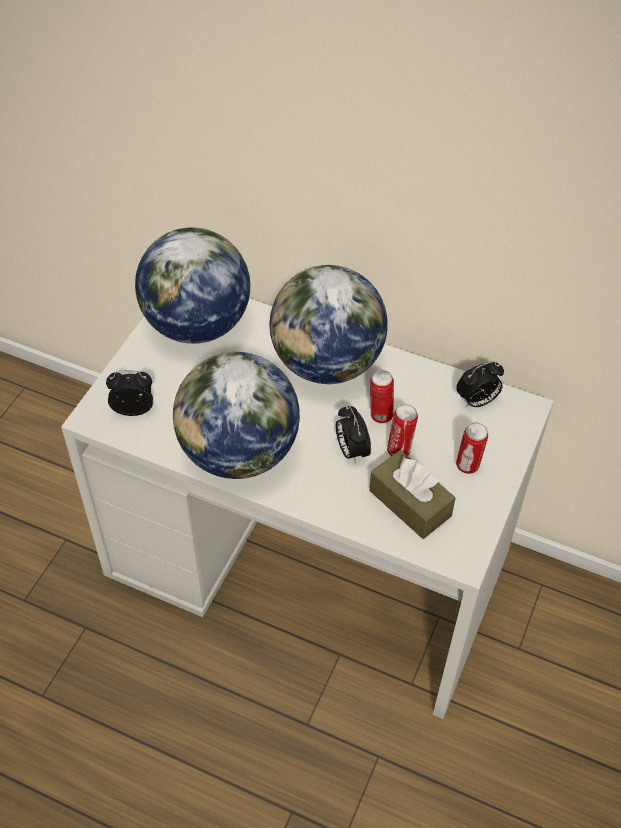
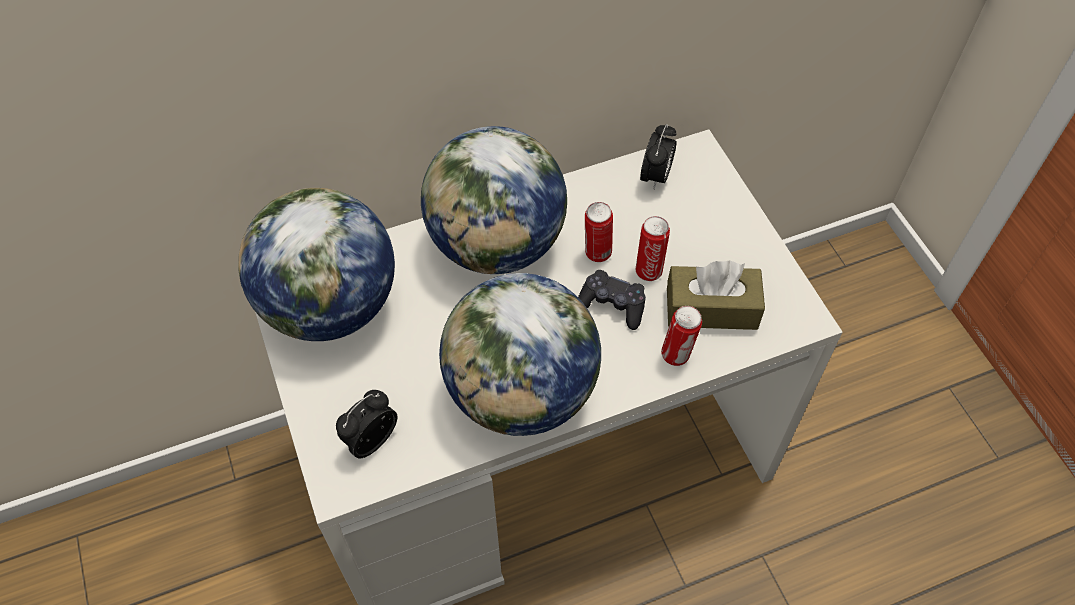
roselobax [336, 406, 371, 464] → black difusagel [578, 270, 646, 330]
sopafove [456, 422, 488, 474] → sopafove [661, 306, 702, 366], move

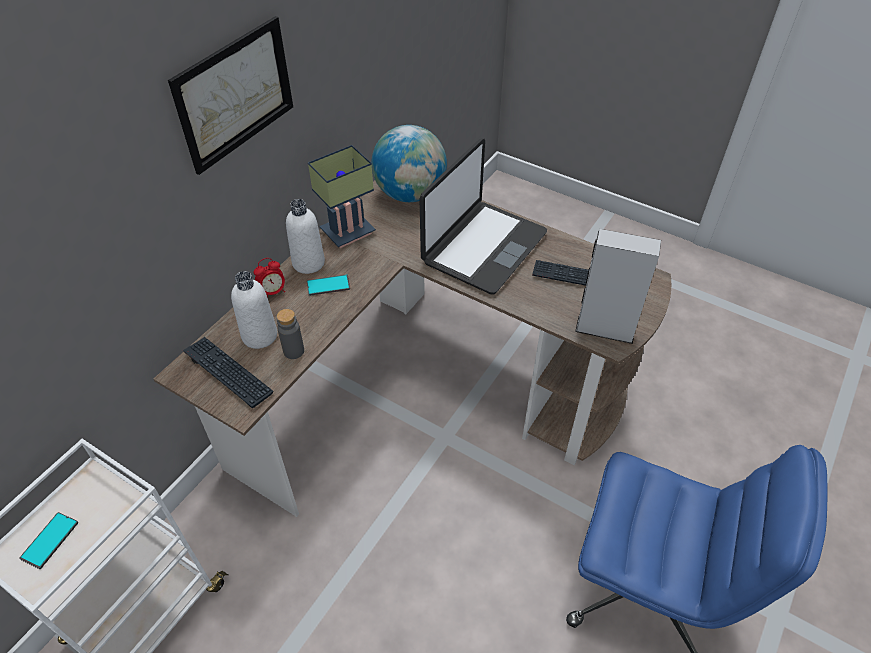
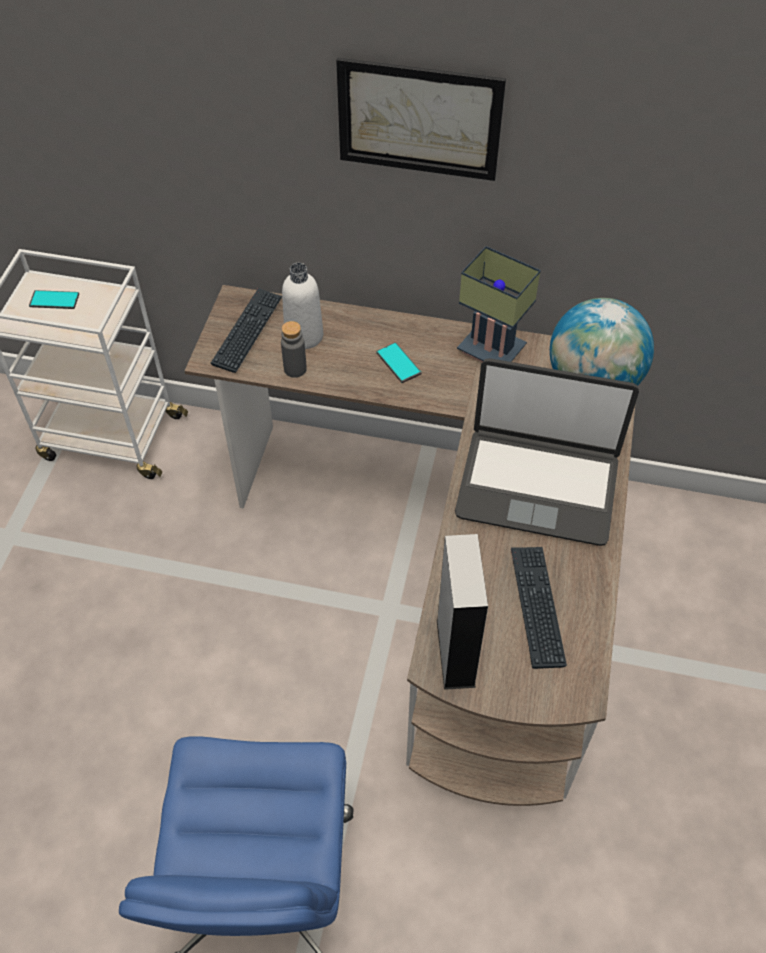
roselobax [254, 258, 285, 297] → -
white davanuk [286, 199, 325, 274] → -

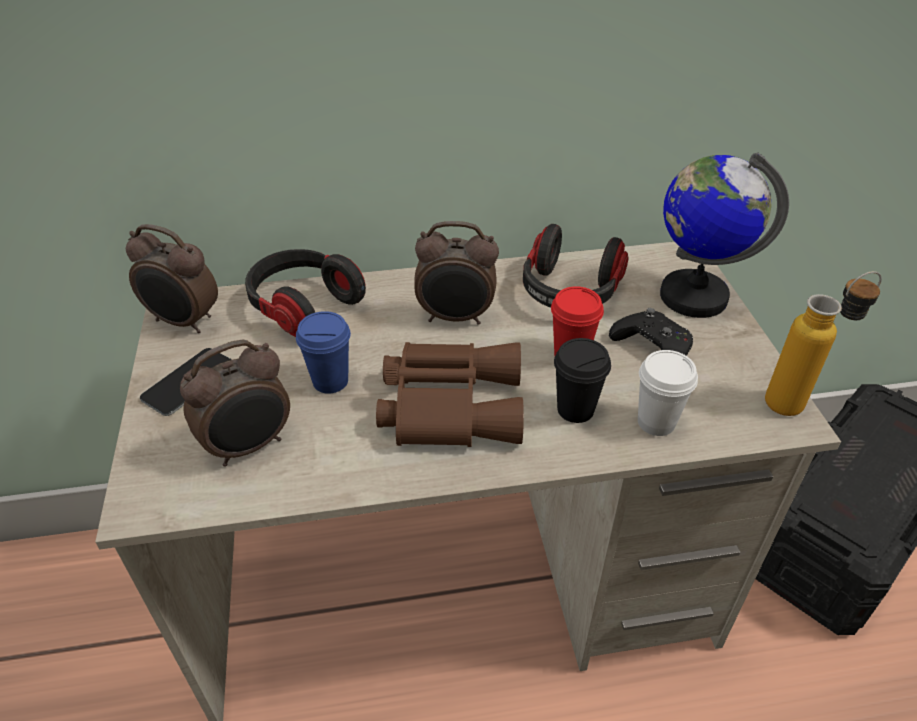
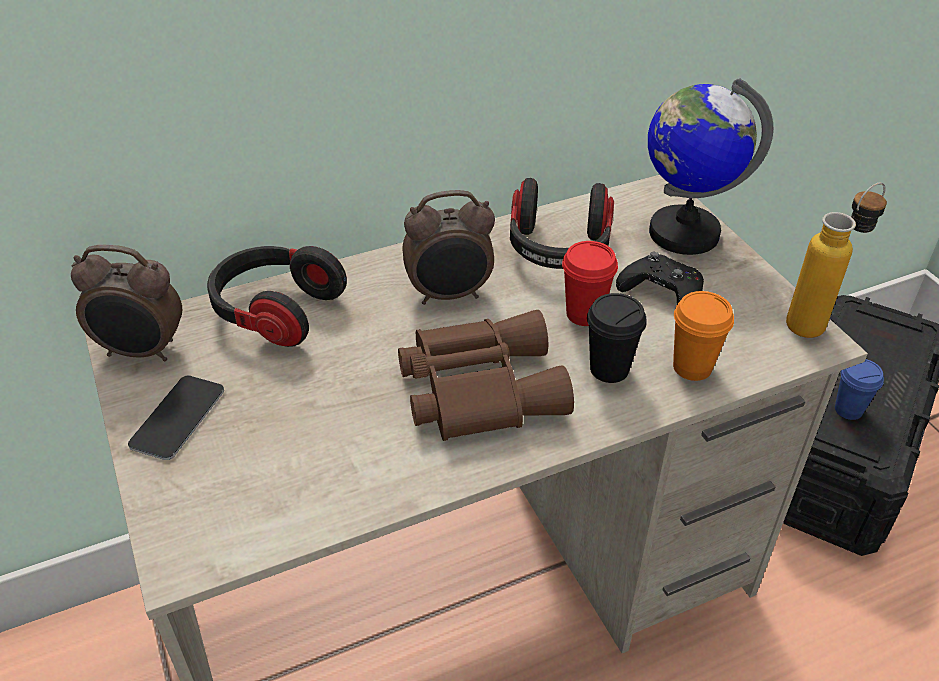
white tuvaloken [638, 350, 698, 436] → orange tuvaloken [673, 291, 734, 381]
blue tuvaloken [296, 311, 351, 394] → blue tuvaloken [835, 359, 884, 420], move
roselobax [180, 339, 290, 467] → -

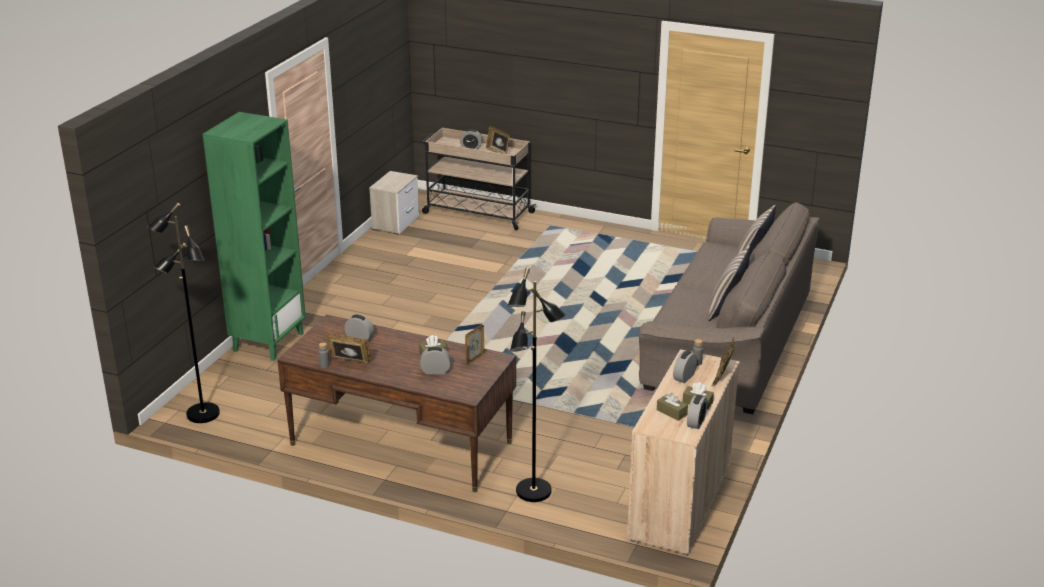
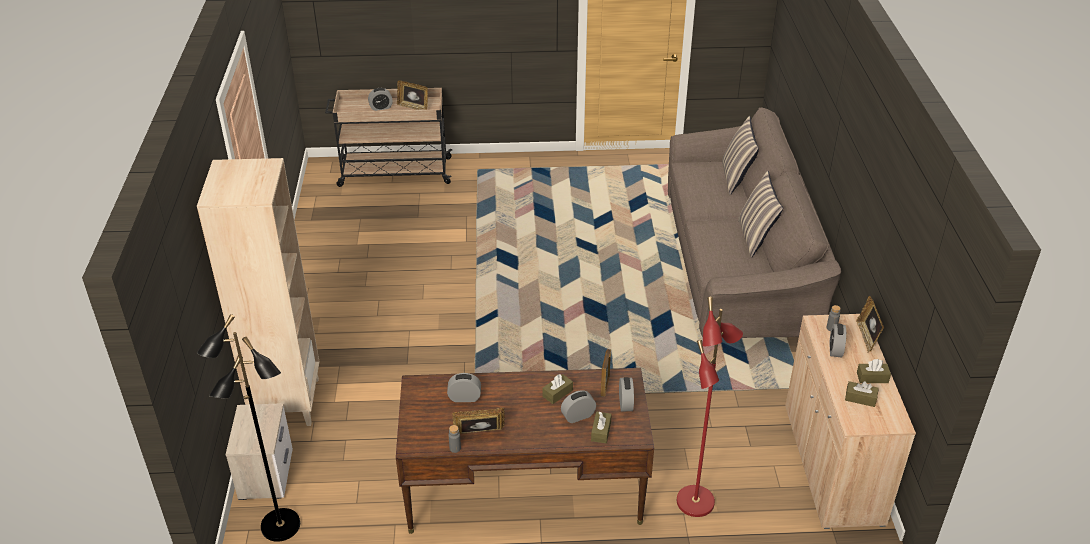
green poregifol [202, 112, 306, 361] → beige poregifol [197, 158, 319, 426]
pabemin [369, 171, 419, 235] → pabemin [226, 403, 293, 500], move
- → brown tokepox [591, 411, 612, 443]
roselobax [687, 395, 707, 429] → roselobax [619, 377, 634, 411], move
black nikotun [508, 268, 566, 502] → red nikotun [677, 297, 743, 517]

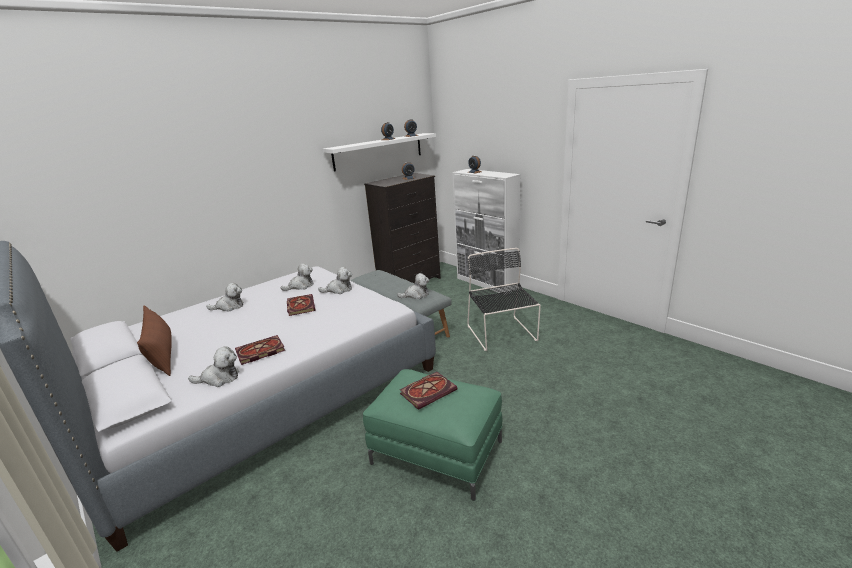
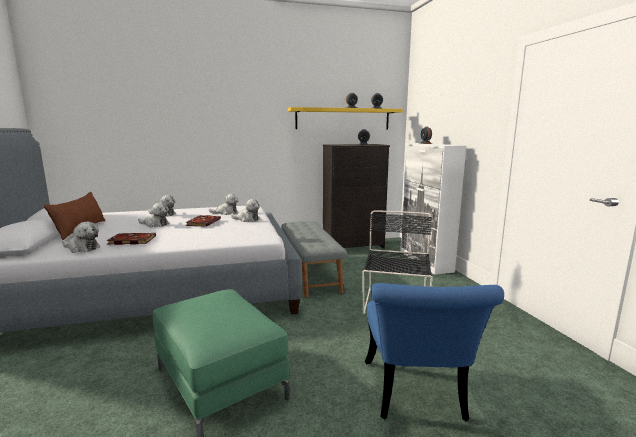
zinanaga [397, 273, 429, 299] → zinanaga [138, 203, 169, 227], move
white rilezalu [323, 133, 436, 172] → yellow rilezalu [288, 107, 403, 129]
- → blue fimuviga [365, 283, 504, 422]
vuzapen [400, 372, 457, 410] → -

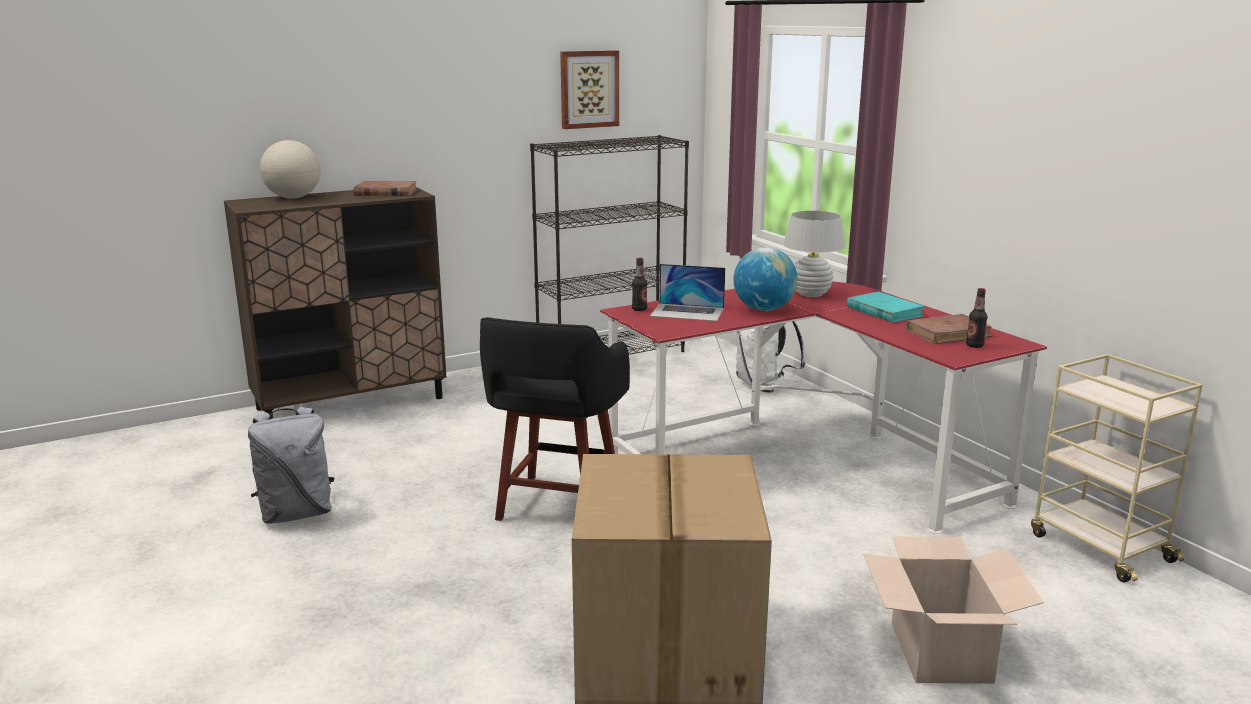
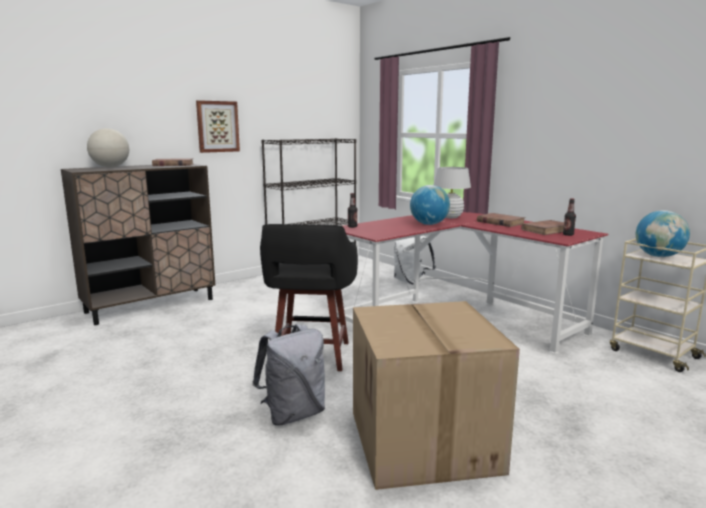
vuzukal [560, 50, 619, 129] → vuzukal [196, 100, 240, 153], move
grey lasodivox [248, 407, 335, 524] → grey lasodivox [252, 324, 325, 426], move
turquoise vuzapen [847, 292, 925, 323] → brown vuzapen [477, 213, 525, 227]
- → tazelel [636, 210, 690, 257]
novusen [650, 264, 725, 321] → -
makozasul [863, 536, 1044, 684] → -

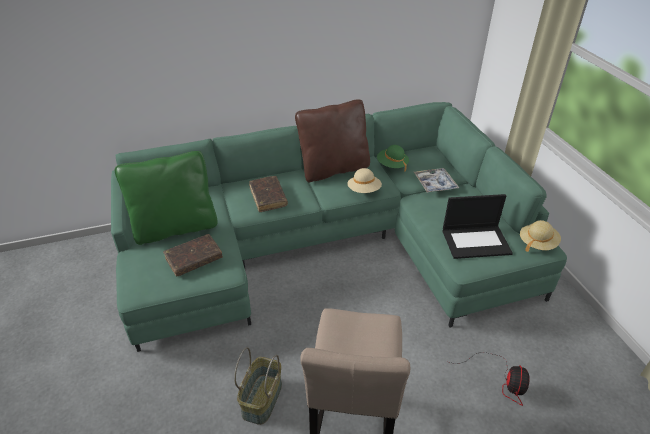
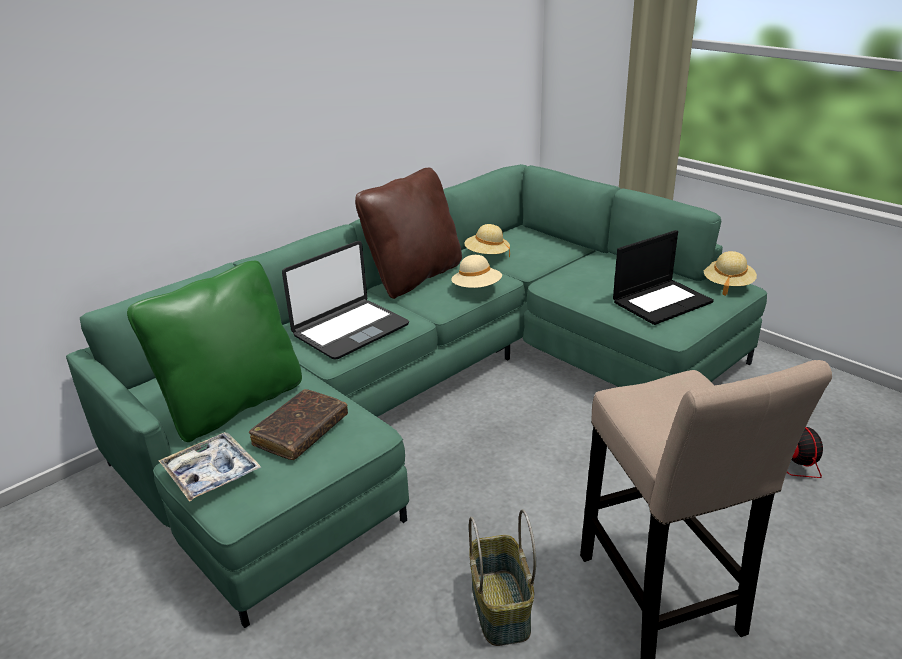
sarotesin [414, 168, 459, 193] → sarotesin [158, 432, 261, 502], move
brown vuzapen [249, 176, 288, 212] → novusen [282, 241, 409, 359]
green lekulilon [377, 145, 409, 171] → beige lekulilon [464, 224, 510, 257]

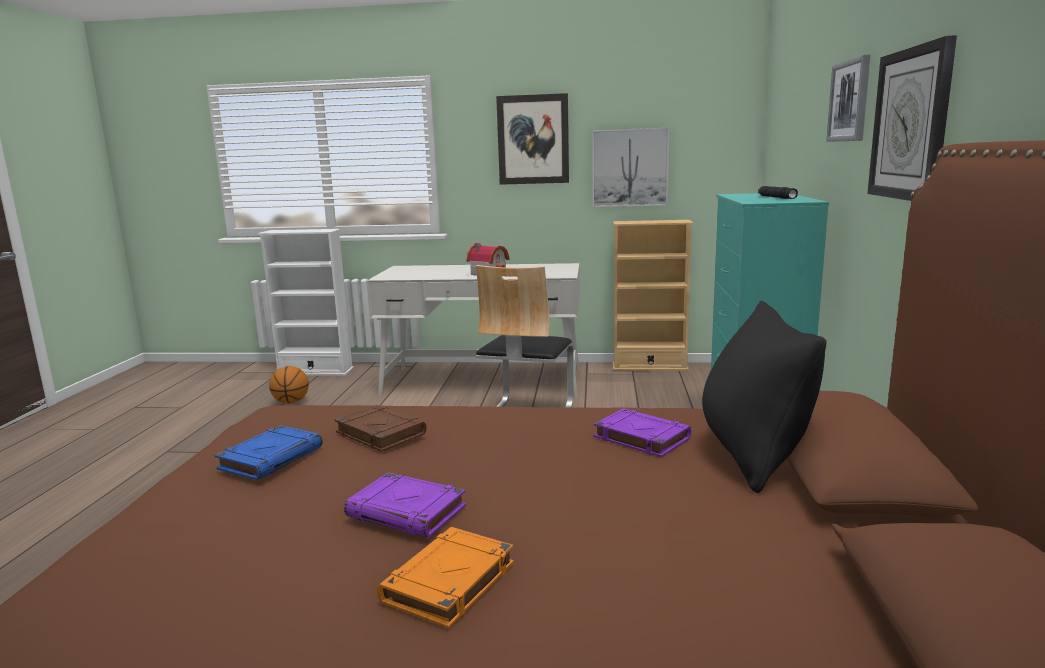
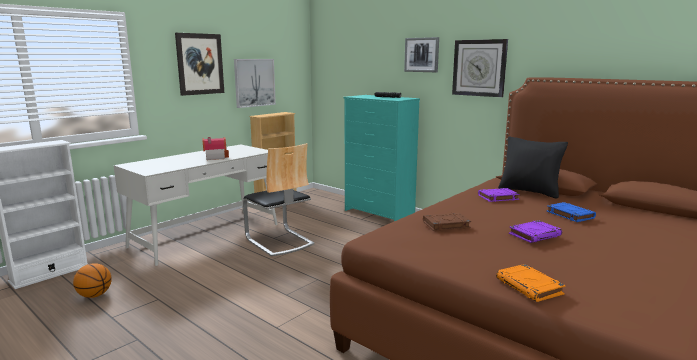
orange vuzapen [377, 527, 514, 629] → orange vuzapen [496, 264, 566, 302], move
blue vuzapen [214, 425, 323, 480] → blue vuzapen [547, 202, 596, 222], move

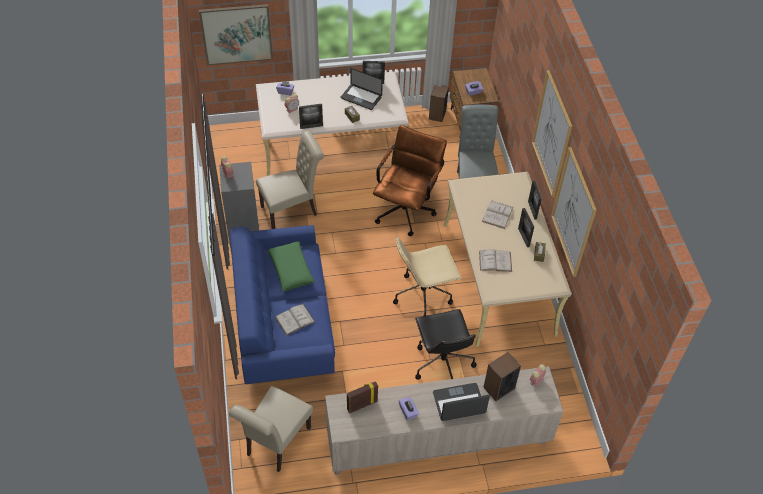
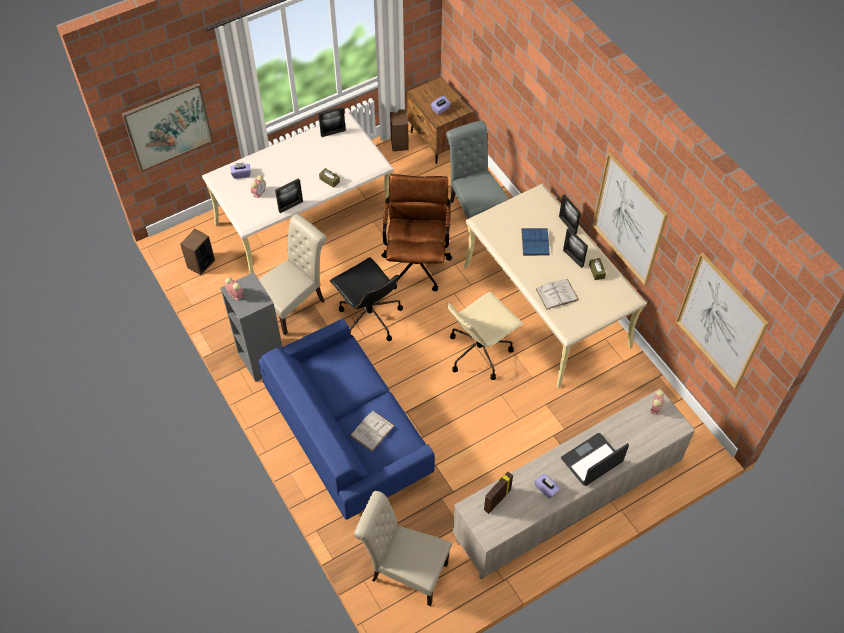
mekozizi [483, 352, 521, 401] → mekozizi [180, 229, 215, 275], move
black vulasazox [415, 309, 477, 380] → black vulasazox [330, 257, 403, 341], move
beige fimuviga [229, 386, 313, 472] → beige fimuviga [354, 491, 452, 606], 105 degrees clockwise
white vuzapen [482, 200, 513, 229] → blue vuzapen [521, 228, 550, 256]
vuzukal [532, 70, 572, 197] → vuzukal [676, 253, 769, 389], move
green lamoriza [268, 241, 315, 291] → -
novusen [341, 68, 383, 110] → -

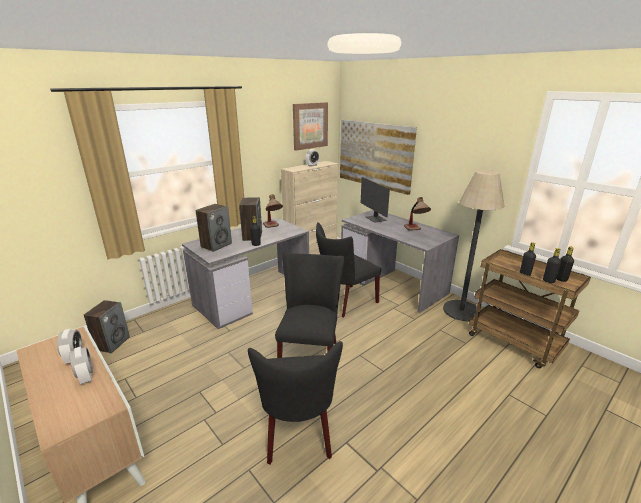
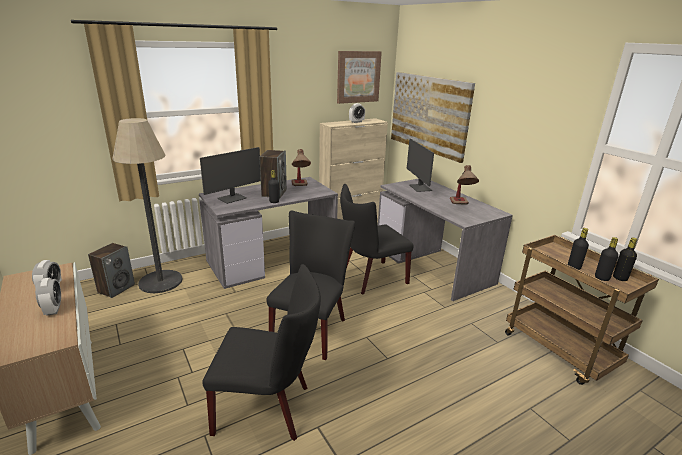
nikotun [443, 170, 505, 321] → nikotun [112, 118, 182, 293], move
mekozizi [195, 204, 232, 252] → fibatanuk [200, 147, 261, 204]
black fimuviga [248, 341, 343, 465] → black fimuviga [202, 264, 321, 441], 90 degrees counterclockwise

